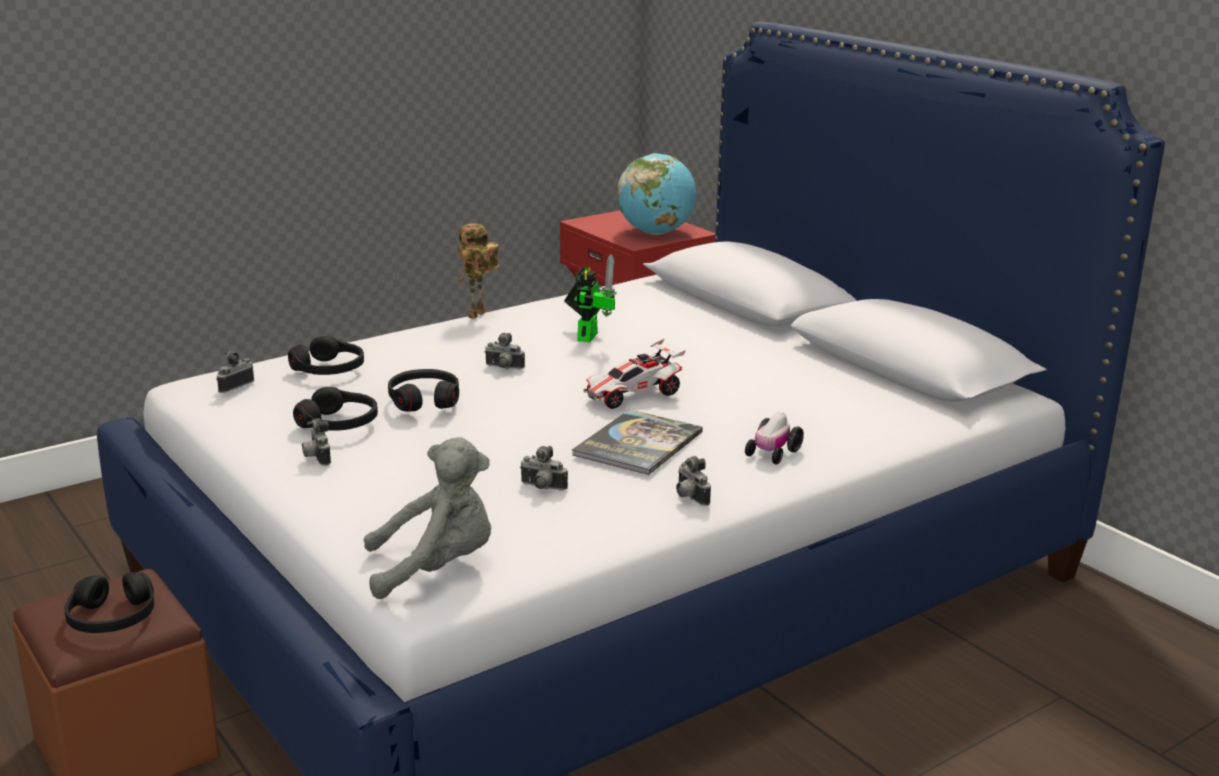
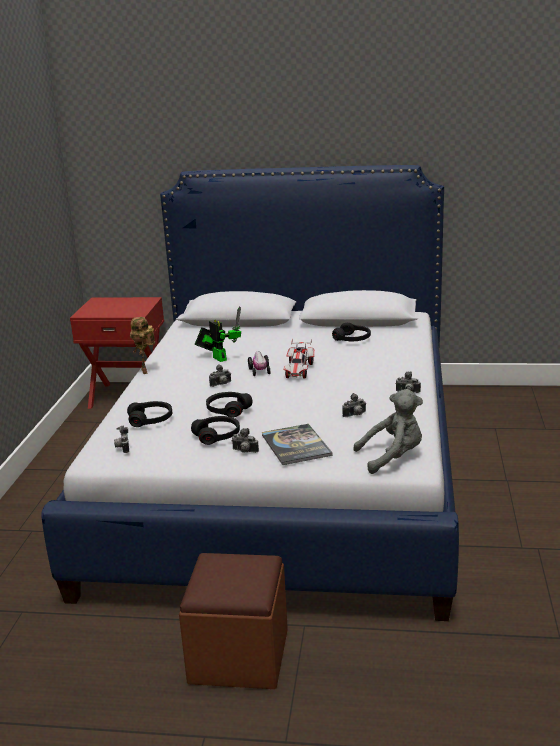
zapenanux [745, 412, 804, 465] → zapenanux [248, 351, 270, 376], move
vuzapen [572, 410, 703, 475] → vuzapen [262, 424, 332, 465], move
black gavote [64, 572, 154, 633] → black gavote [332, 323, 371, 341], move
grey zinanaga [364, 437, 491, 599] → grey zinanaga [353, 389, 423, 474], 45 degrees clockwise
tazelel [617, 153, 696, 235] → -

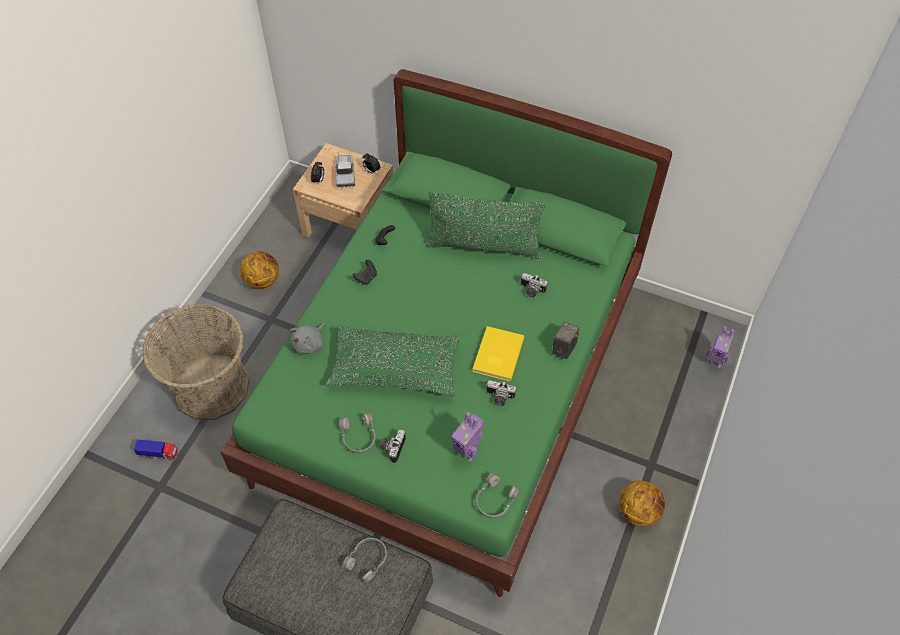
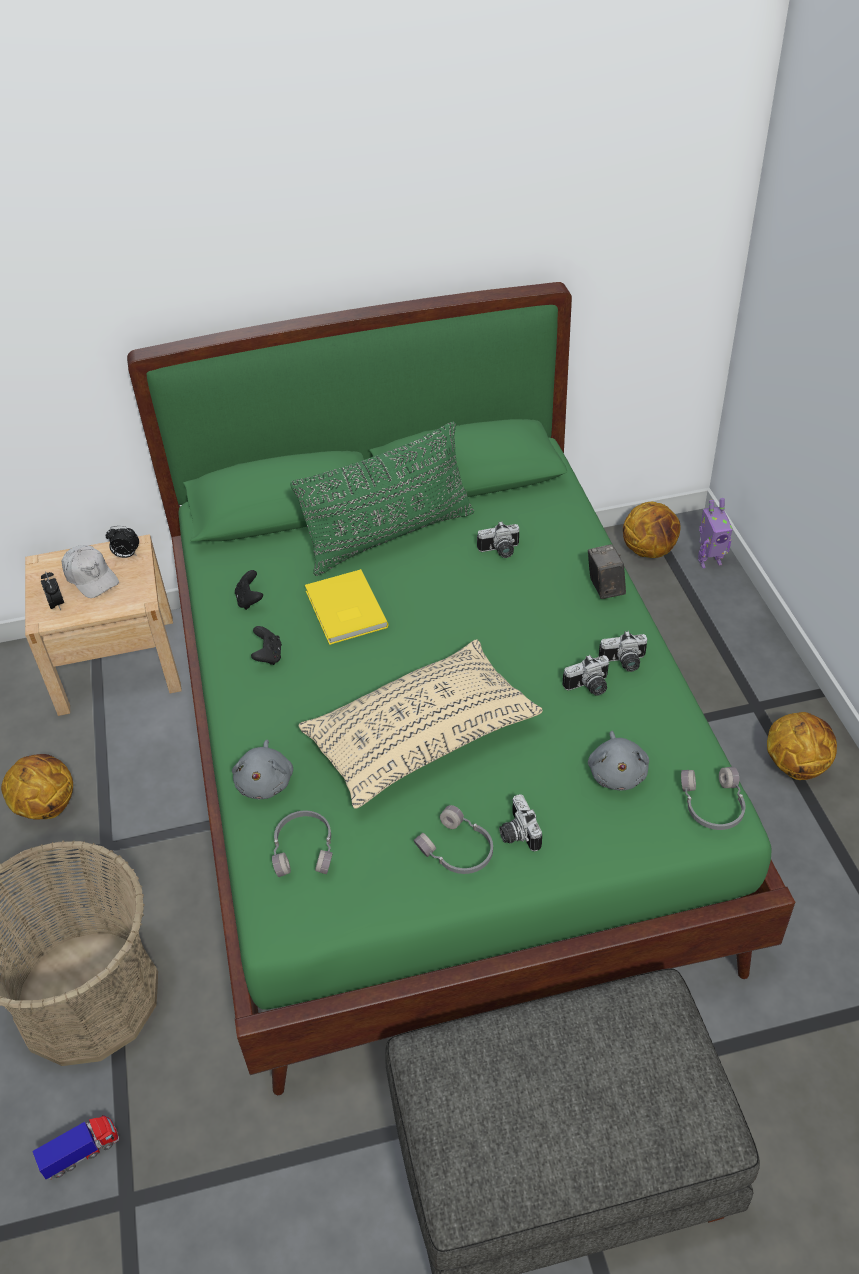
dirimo [336, 152, 355, 188] → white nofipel [62, 545, 119, 598]
grey gavote [343, 538, 387, 584] → grey gavote [272, 811, 333, 877], move
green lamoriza [326, 326, 460, 396] → beige lamoriza [298, 639, 543, 809]
yellow vuzapen [473, 326, 524, 382] → yellow vuzapen [305, 569, 388, 645], move
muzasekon [451, 412, 484, 462] → grey zinanaga [588, 731, 649, 791]
- → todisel [599, 631, 647, 672]
- → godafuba [623, 502, 681, 558]

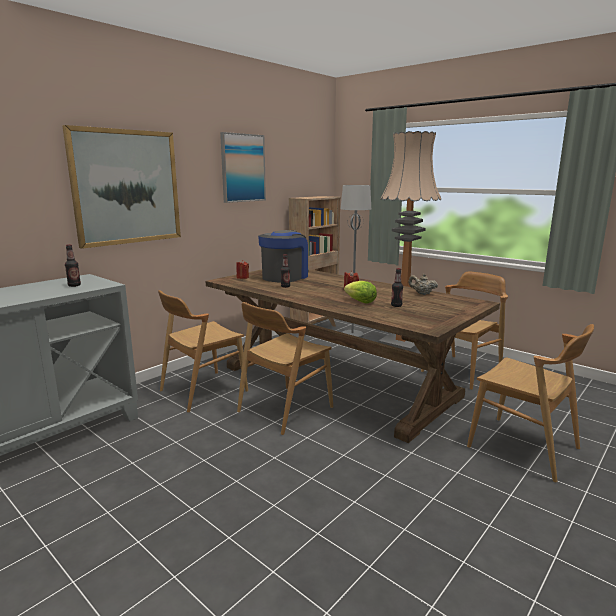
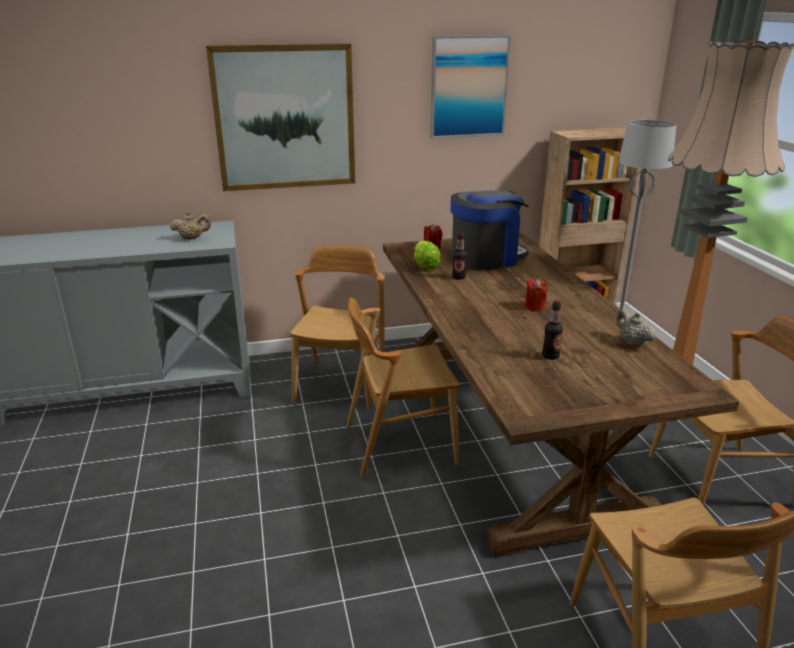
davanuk [65, 244, 81, 287] → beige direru [170, 211, 211, 239]
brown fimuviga [158, 290, 248, 412] → brown fimuviga [290, 246, 385, 410], 105 degrees clockwise
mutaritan [344, 281, 377, 303] → mutaritan [414, 241, 441, 270], move

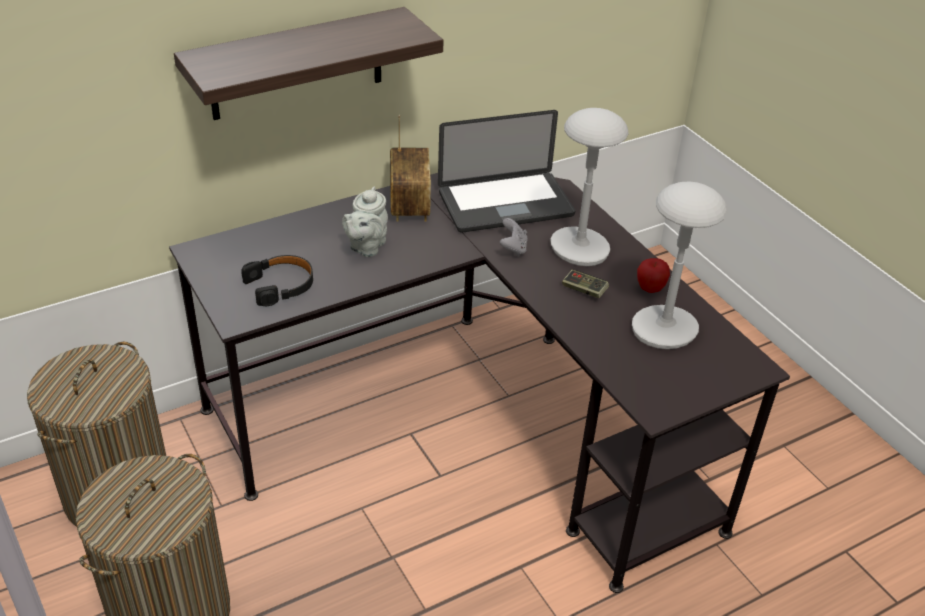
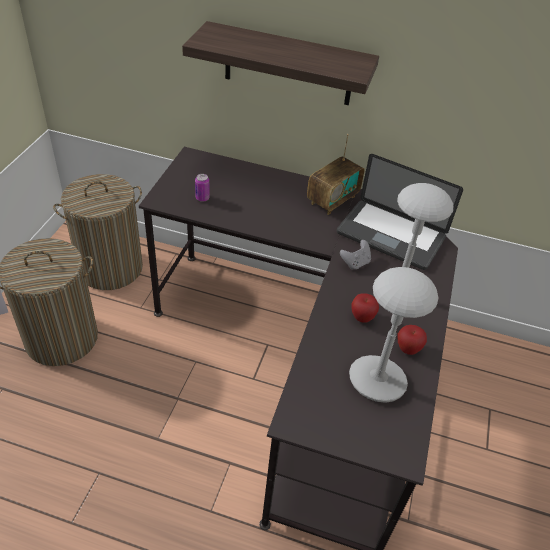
black gavote [241, 255, 313, 307] → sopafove [195, 174, 210, 202]
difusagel [562, 269, 609, 298] → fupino [351, 293, 379, 323]
grey direru [342, 187, 388, 257] → -

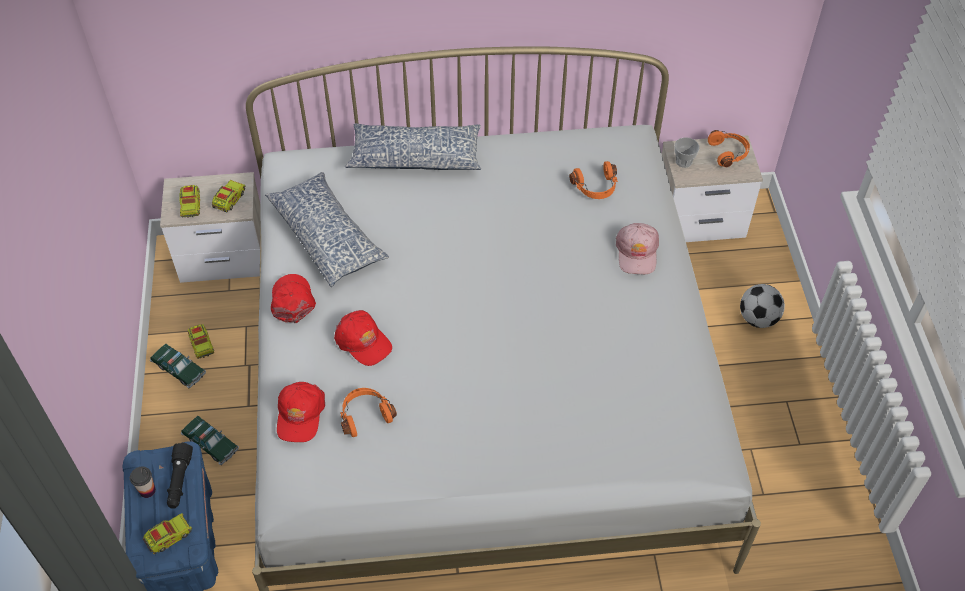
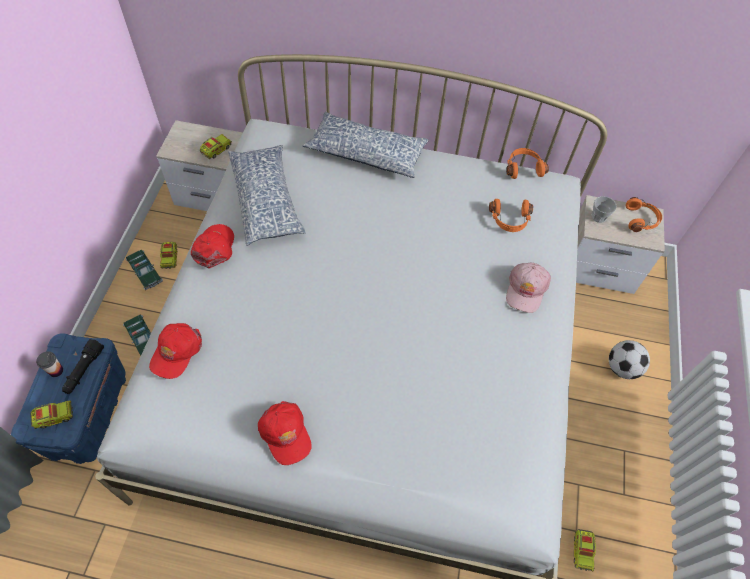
red nofipel [334, 310, 392, 366] → red nofipel [258, 401, 312, 465], move
orange gavote [340, 388, 397, 437] → orange gavote [506, 148, 549, 179], move
dirimo [179, 185, 200, 218] → dirimo [574, 529, 596, 571], move

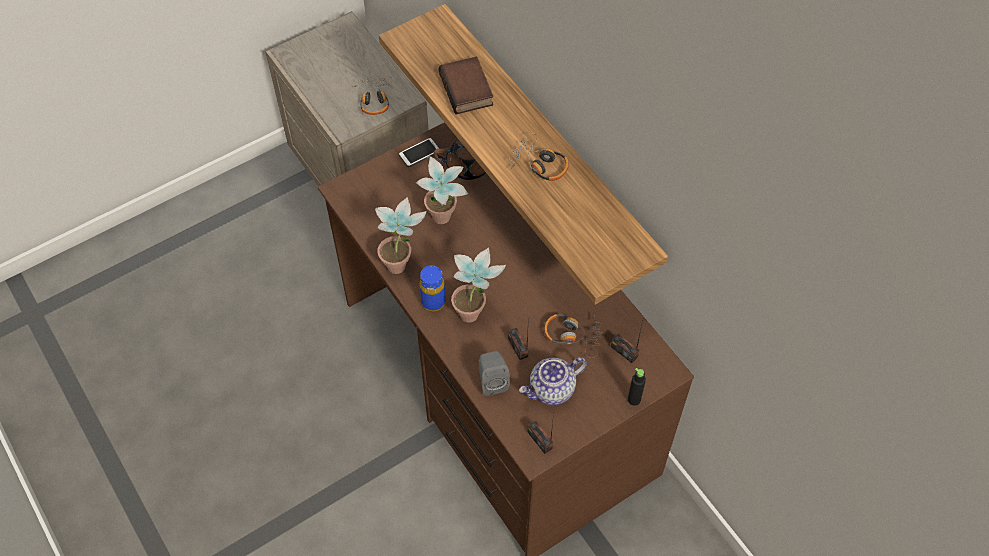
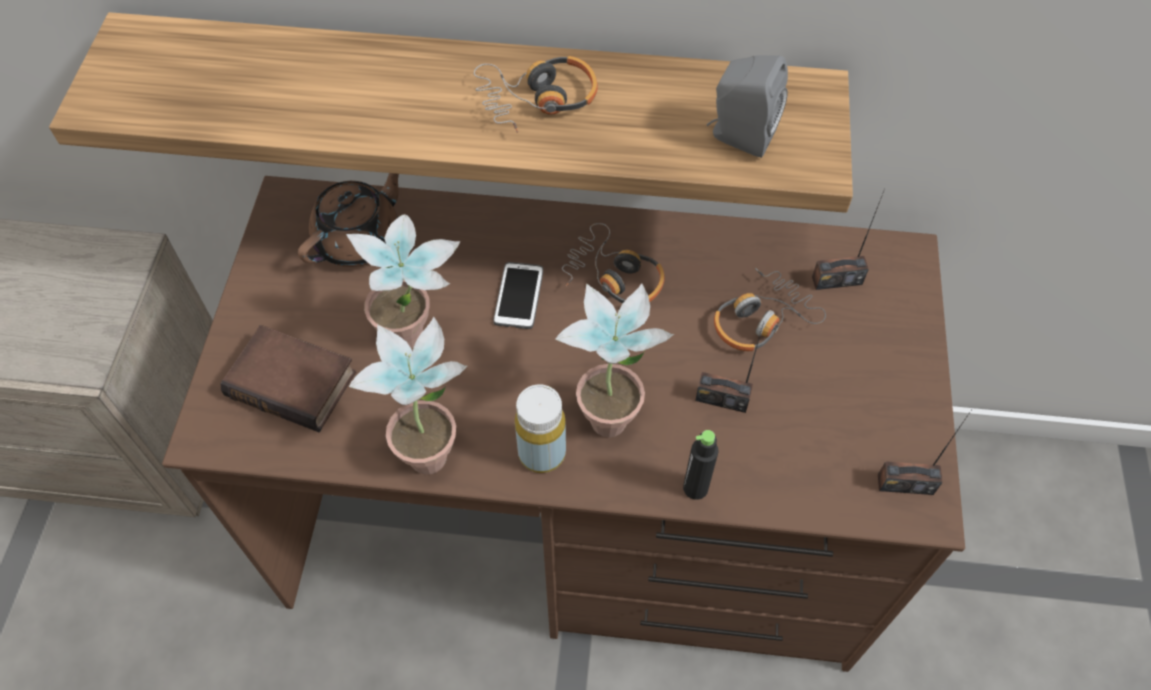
vuzapen [439, 57, 493, 115] → vuzapen [220, 325, 356, 432], move
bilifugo [398, 138, 440, 167] → bilifugo [493, 262, 543, 329], move
blue davanuk [420, 265, 446, 311] → yellow davanuk [515, 384, 566, 473]
gavote [352, 76, 393, 115] → gavote [562, 223, 665, 303], move
black davanuk [628, 368, 646, 406] → black davanuk [683, 430, 719, 500], move
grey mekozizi [479, 351, 510, 396] → grey mekozizi [707, 55, 788, 158], move
direru [519, 357, 587, 405] → -

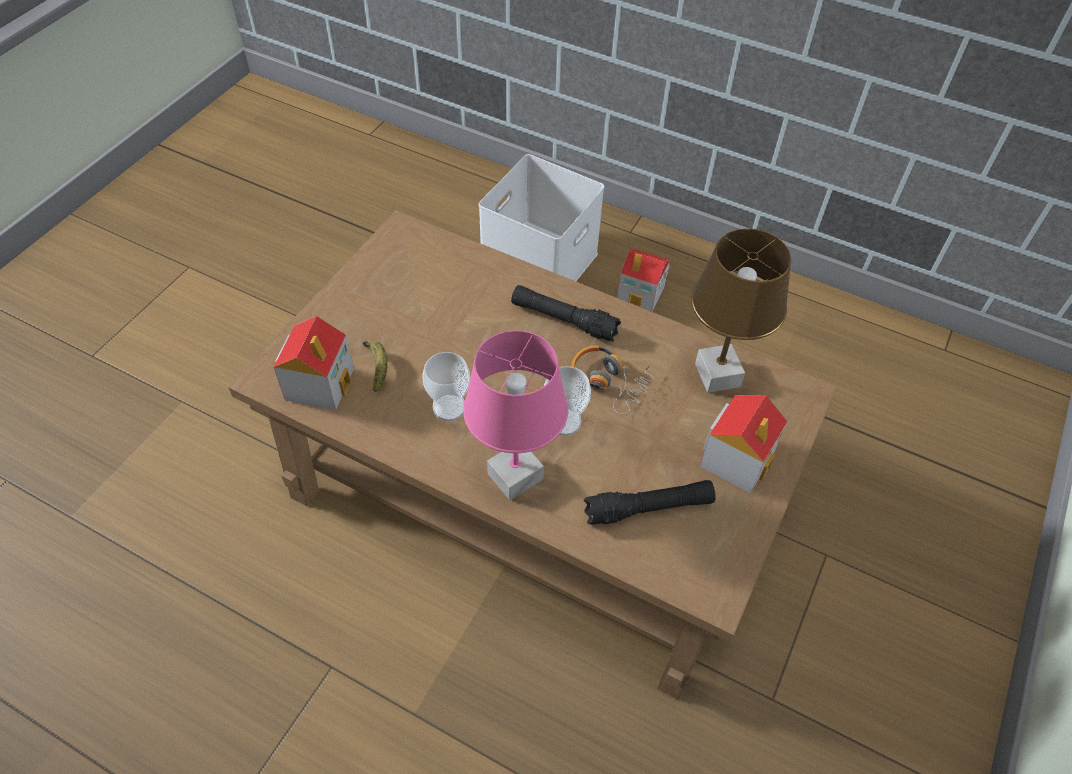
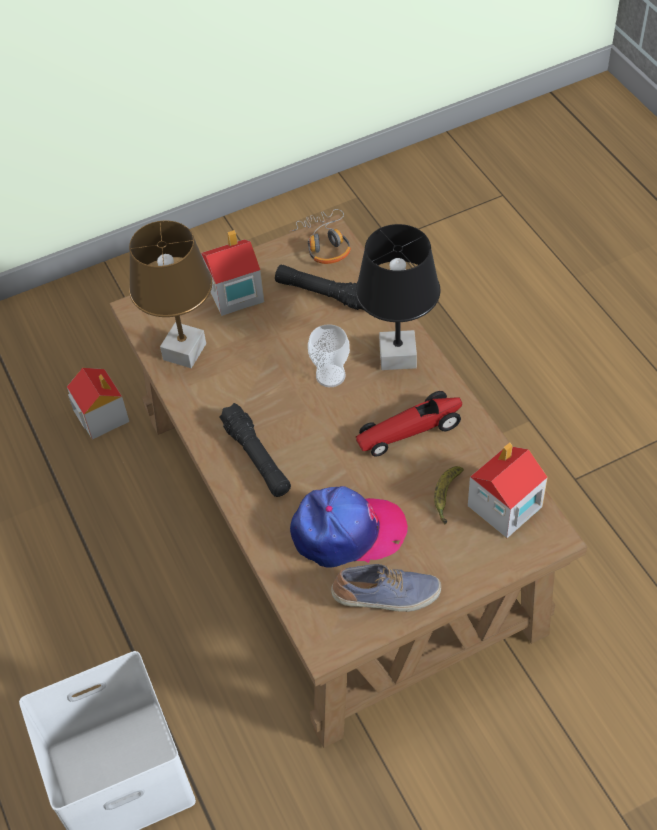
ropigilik [617, 249, 670, 312] → ropigilik [67, 368, 129, 439], move
gavote [571, 345, 654, 415] → gavote [289, 209, 351, 264], move
- → nofipel [290, 486, 408, 568]
- → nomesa [331, 564, 441, 612]
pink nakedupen [463, 330, 568, 500] → black nakedupen [356, 224, 440, 370]
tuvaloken [422, 352, 470, 421] → zapenanux [356, 391, 462, 457]

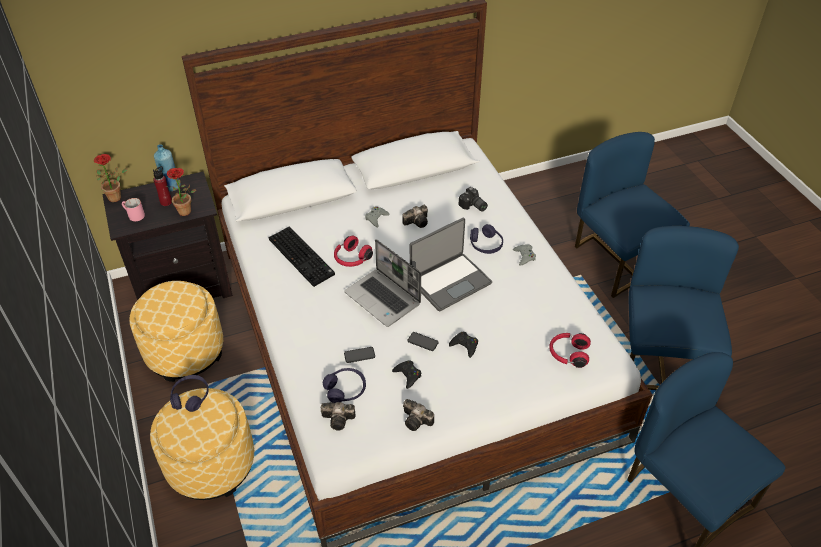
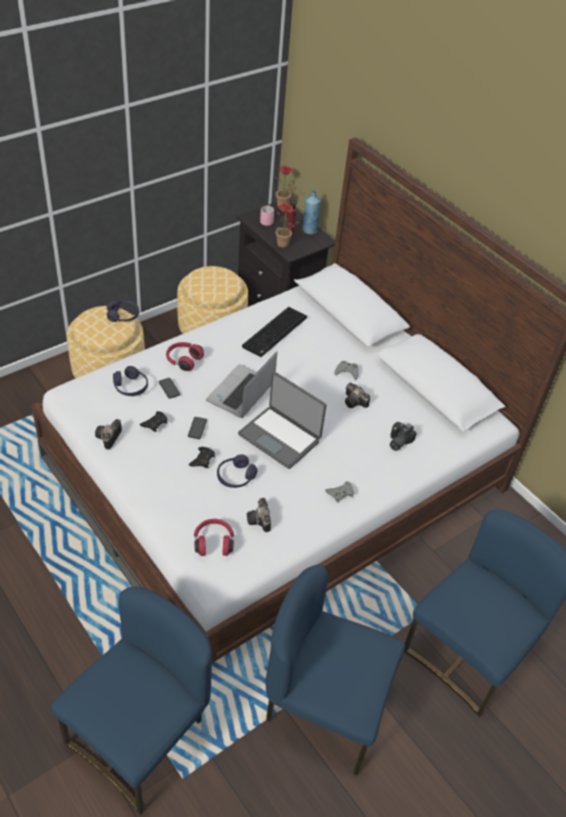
red gavote [334, 235, 373, 267] → red gavote [166, 342, 204, 371], move
purple gavote [470, 224, 503, 254] → purple gavote [217, 454, 258, 488], move
todisel [321, 402, 356, 431] → todisel [247, 498, 271, 532], move
blue fimuviga [629, 226, 739, 390] → blue fimuviga [266, 565, 405, 776], 150 degrees counterclockwise

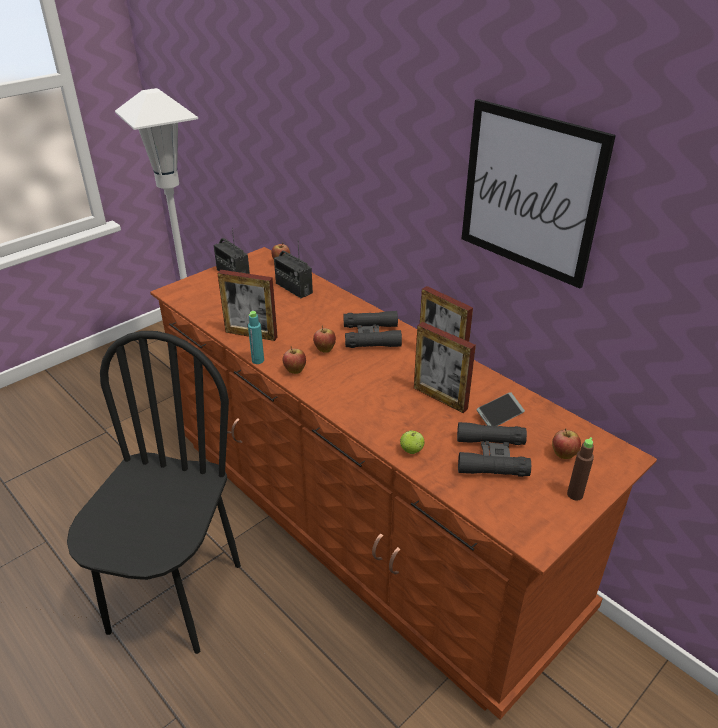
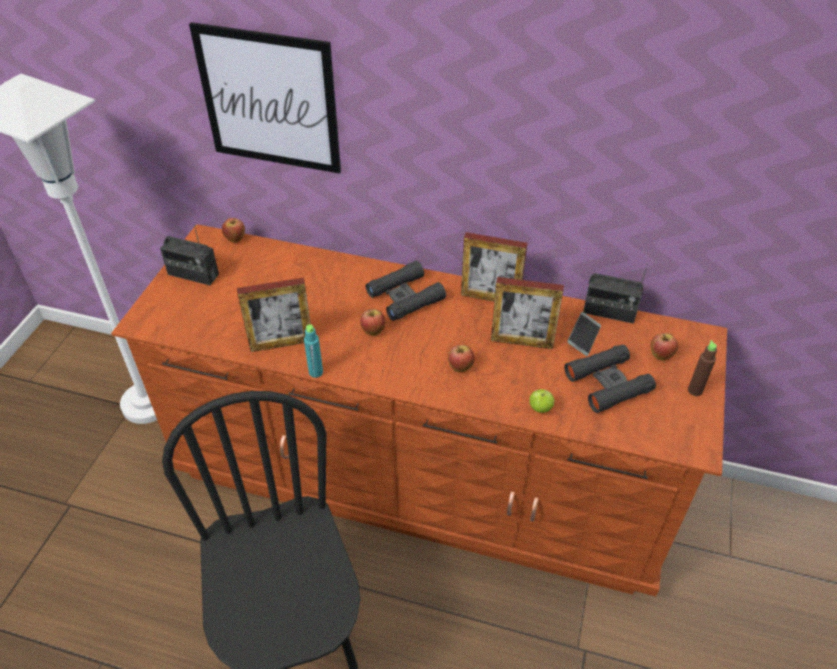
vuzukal [462, 99, 616, 288] → vuzukal [189, 22, 341, 174], move
fupino [283, 346, 306, 374] → fupino [448, 345, 475, 372], move
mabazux [274, 240, 313, 298] → mabazux [583, 263, 648, 324], move

